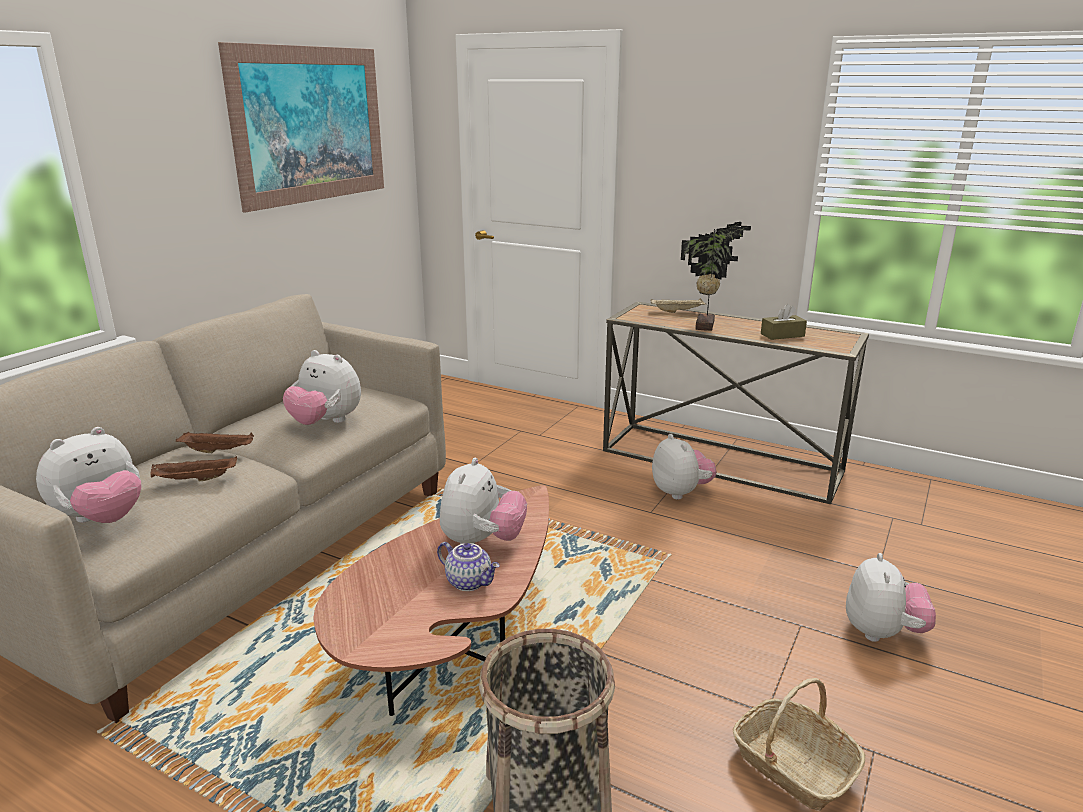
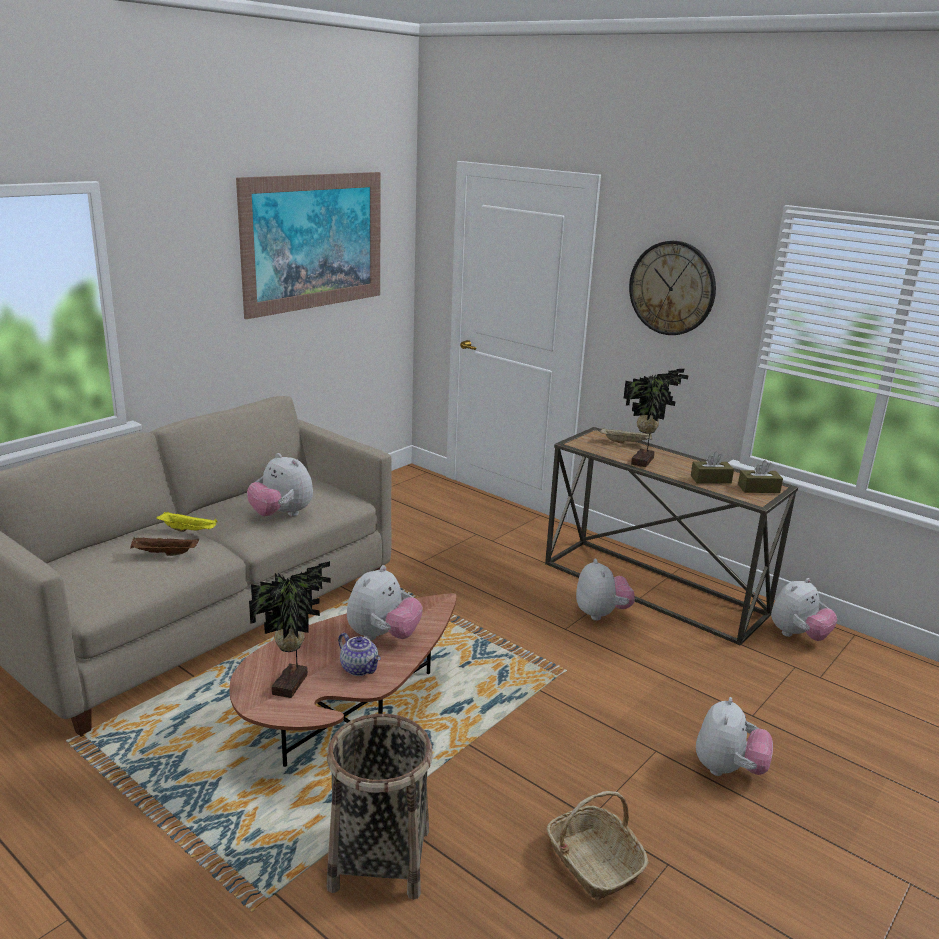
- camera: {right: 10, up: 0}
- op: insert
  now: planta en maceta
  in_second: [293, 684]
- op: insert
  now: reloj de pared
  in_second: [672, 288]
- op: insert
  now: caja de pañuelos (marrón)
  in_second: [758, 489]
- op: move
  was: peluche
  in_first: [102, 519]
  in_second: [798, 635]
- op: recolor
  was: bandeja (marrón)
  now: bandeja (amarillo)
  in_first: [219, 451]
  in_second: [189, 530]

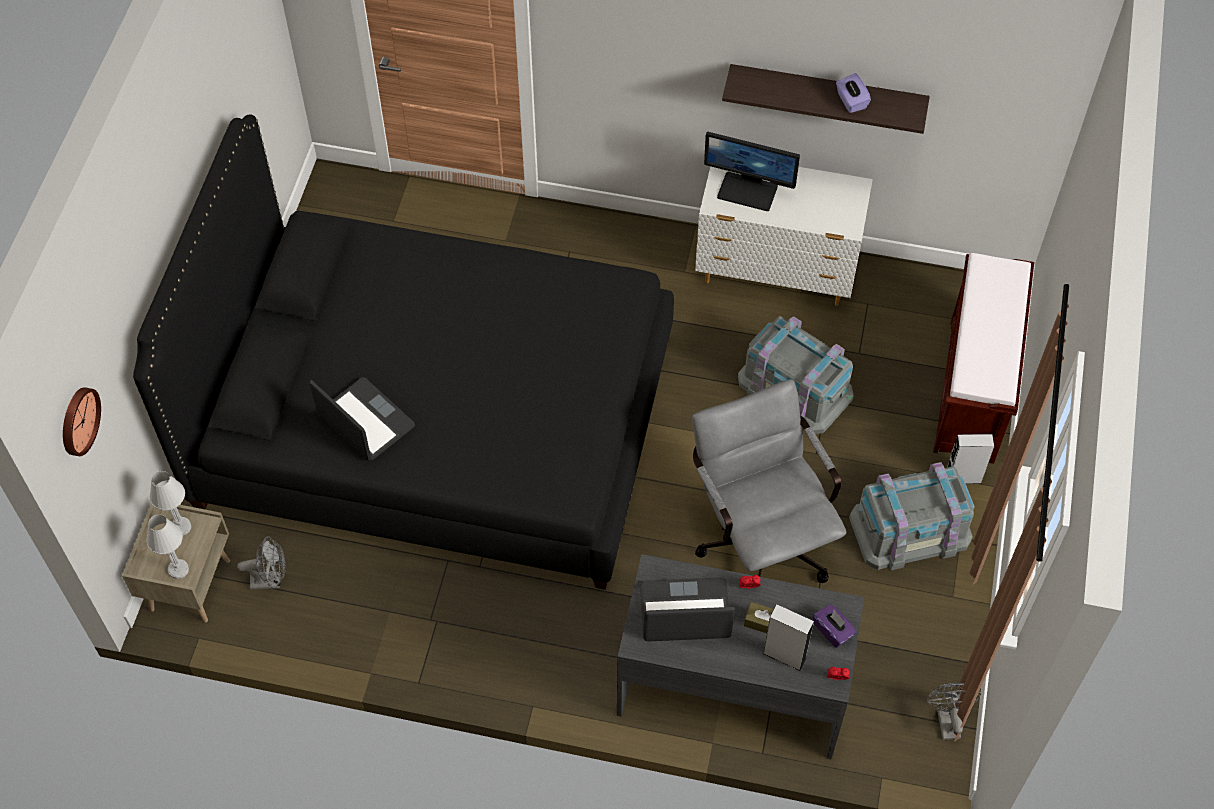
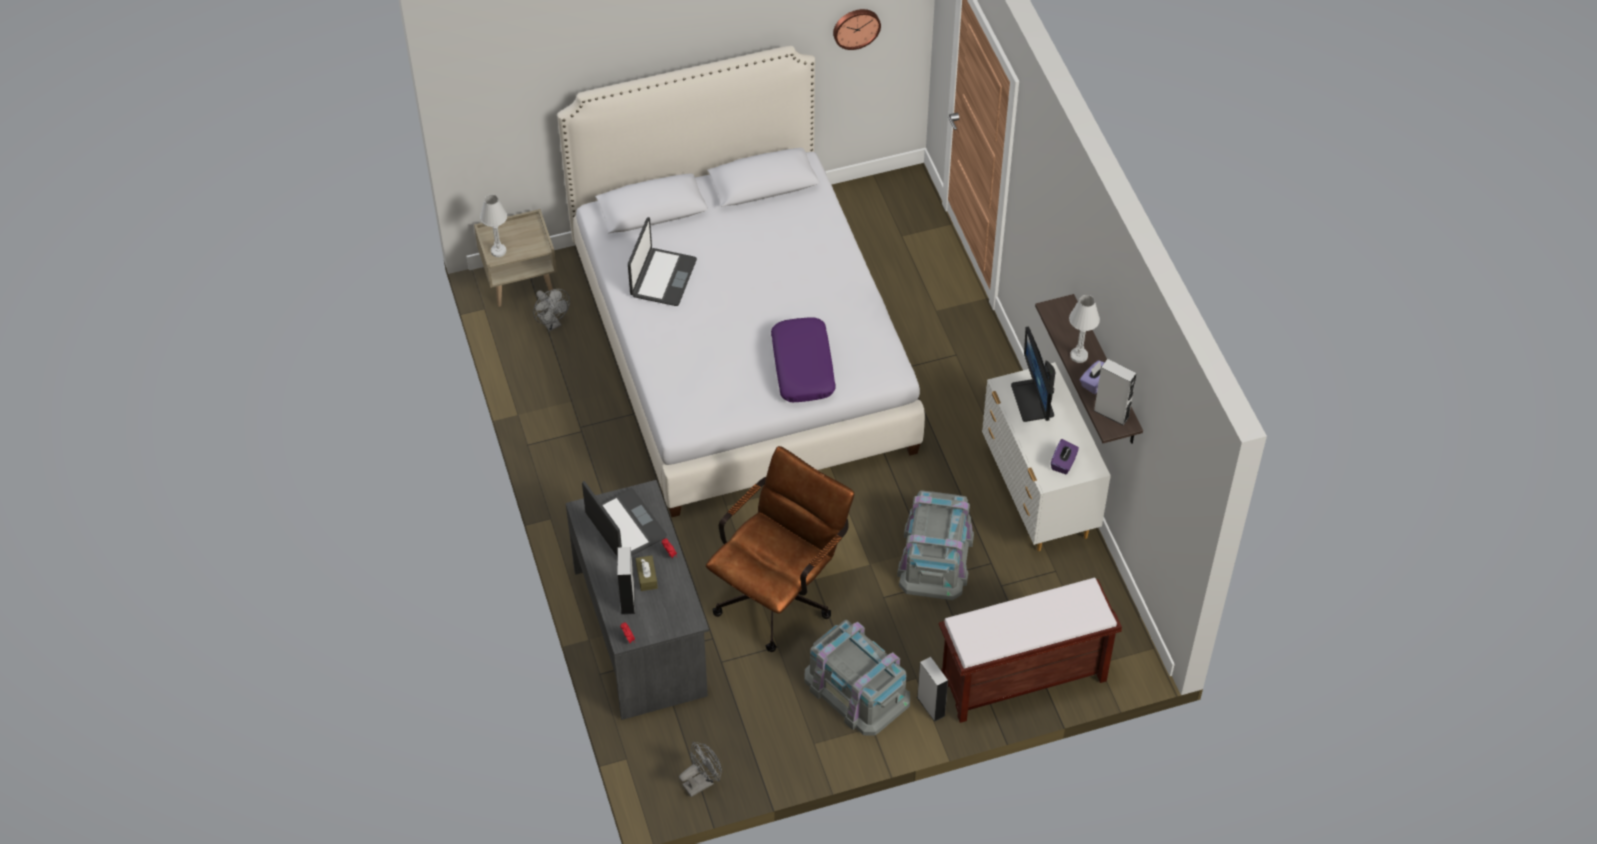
- camera: {right: 60, up: -5}
- op: insert
  now: cojín (morado)
  in_second: [803, 367]
- op: insert
  now: altavoz (gris)
  in_second: [1111, 413]
- op: move
  was: reloj de pared
  in_first: [78, 421]
  in_second: [856, 27]
- op: move
  was: lámpara de mesa (blanco)
  in_first: [181, 527]
  in_second: [1079, 356]
- op: move
  was: caja de pañuelos (morado)
  in_first: [833, 631]
  in_second: [1063, 463]
- op: recolor
  was: cama (negro)
  now: cama (blanco)
  in_first: [434, 423]
  in_second: [741, 349]
- op: recolor
  was: silla de oficina (gris)
  now: silla de oficina (marrón)
  in_first: [759, 538]
  in_second: [780, 593]

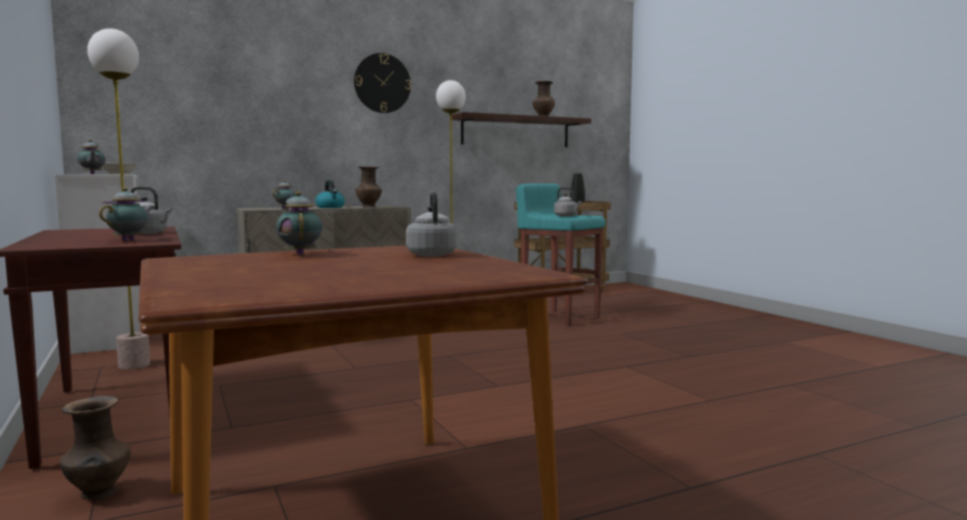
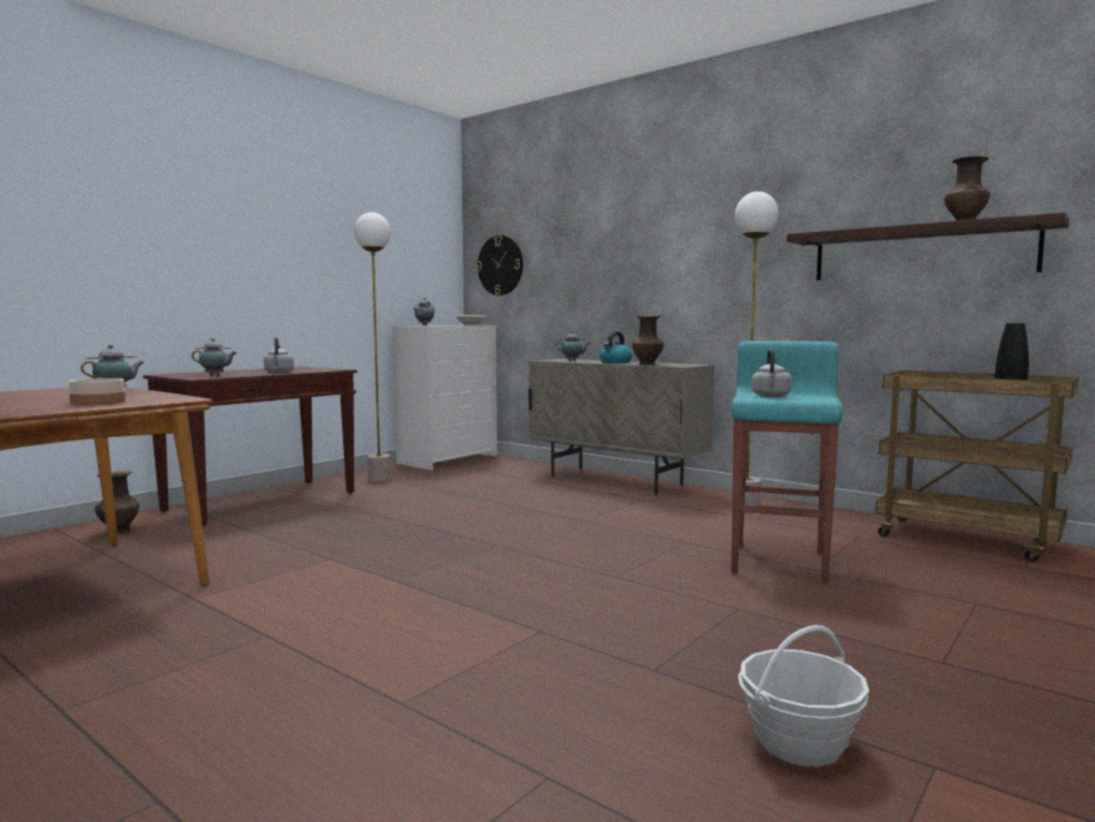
- camera: {right: 65, up: 0}
- op: insert
  now: cesta
  in_second: [799, 742]
- op: move
  was: reloj de pared
  in_first: [382, 83]
  in_second: [500, 265]
- op: replace
  was: hervidor (gris)
  now: cuenco
  in_first: [431, 254]
  in_second: [99, 402]

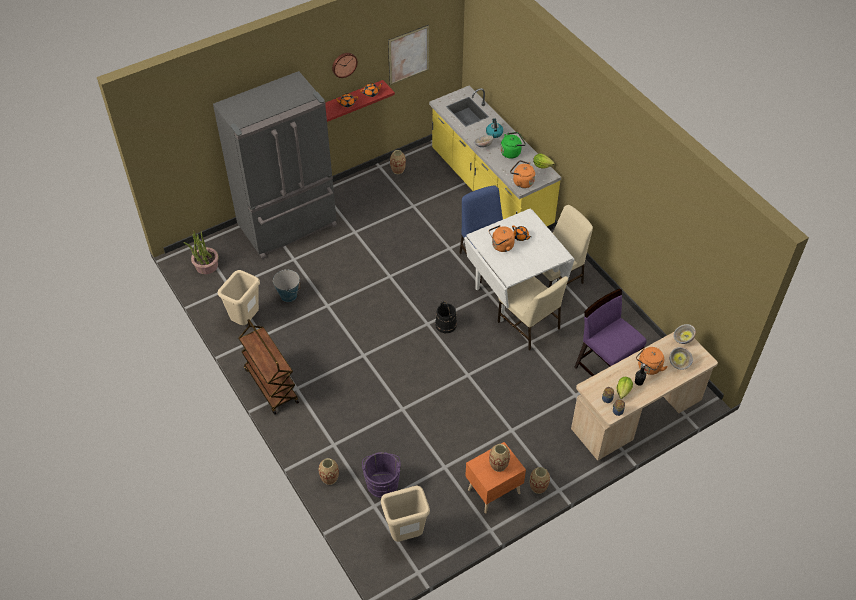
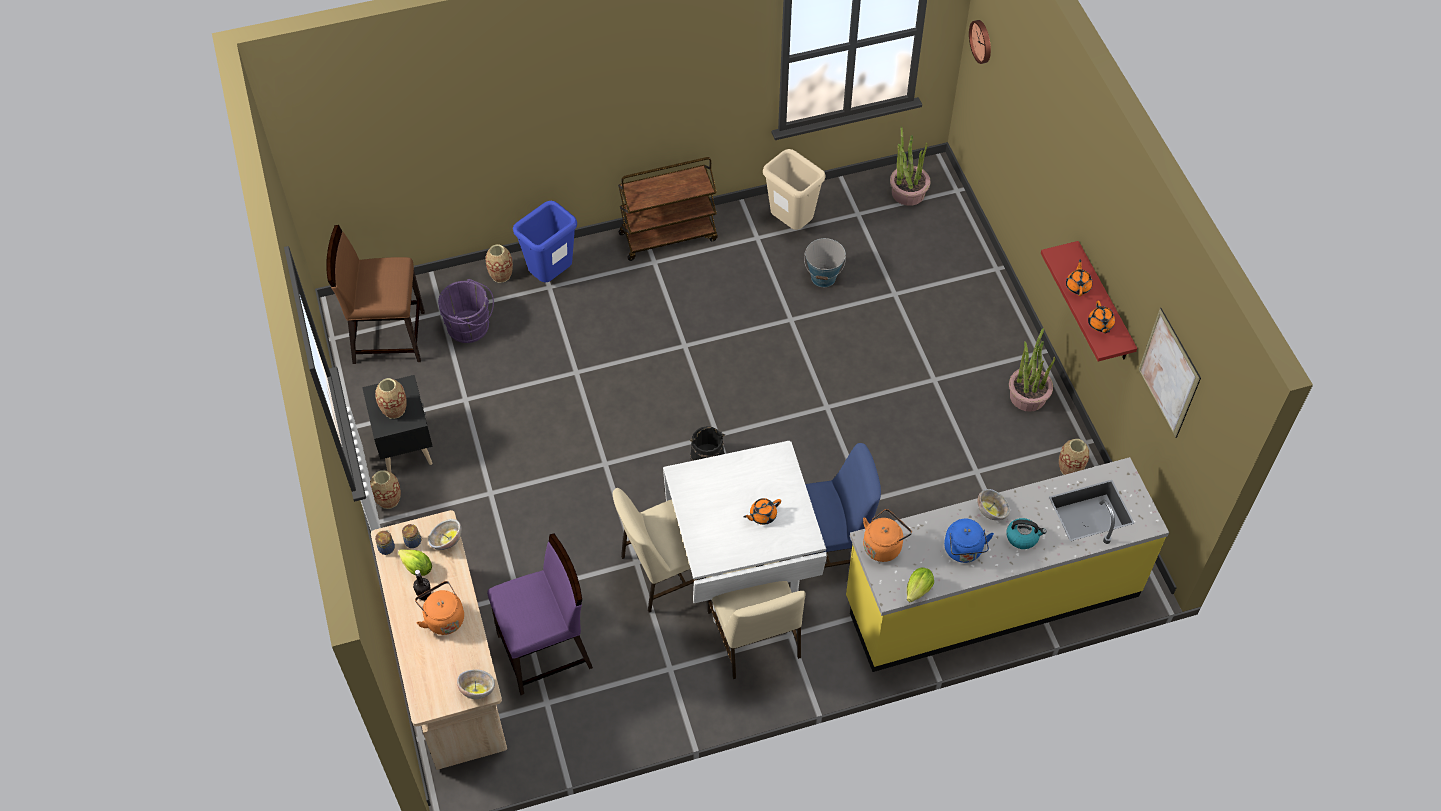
- camera: {right: 105, up: 5}
- op: delete
  was: nevera (gris)
  in_first: [289, 227]
- op: delete
  was: hervidor (naranja)
  in_first: [501, 246]
- op: insert
  now: papelera (azul)
  in_second: [552, 275]
- op: insert
  now: planta en maceta
  in_second: [1027, 396]
- op: move
  was: reloj de pared
  in_first: [344, 64]
  in_second: [982, 41]
- op: move
  was: cuenco
  in_first: [679, 363]
  in_second: [446, 541]
- op: replace
  was: papelera (beis)
  now: silla (marrón)
  in_first: [405, 534]
  in_second: [388, 336]
- op: recolor
  was: mesita de noche (naranja)
  now: mesita de noche (negro)
  in_first: [492, 491]
  in_second: [406, 444]
- op: recolor
  was: hervidor (verde)
  now: hervidor (azul)
  in_first: [511, 152]
  in_second: [964, 551]

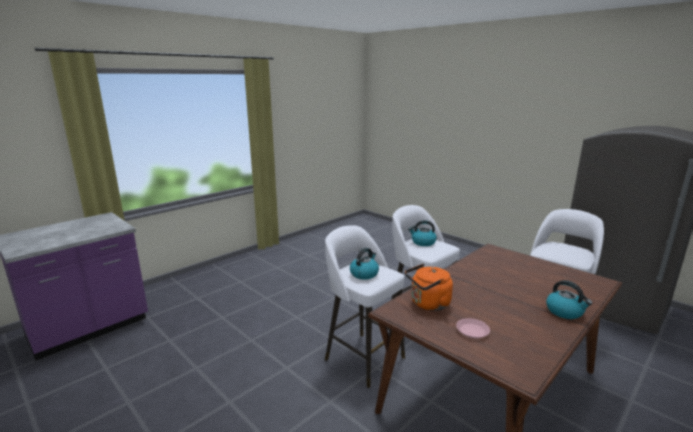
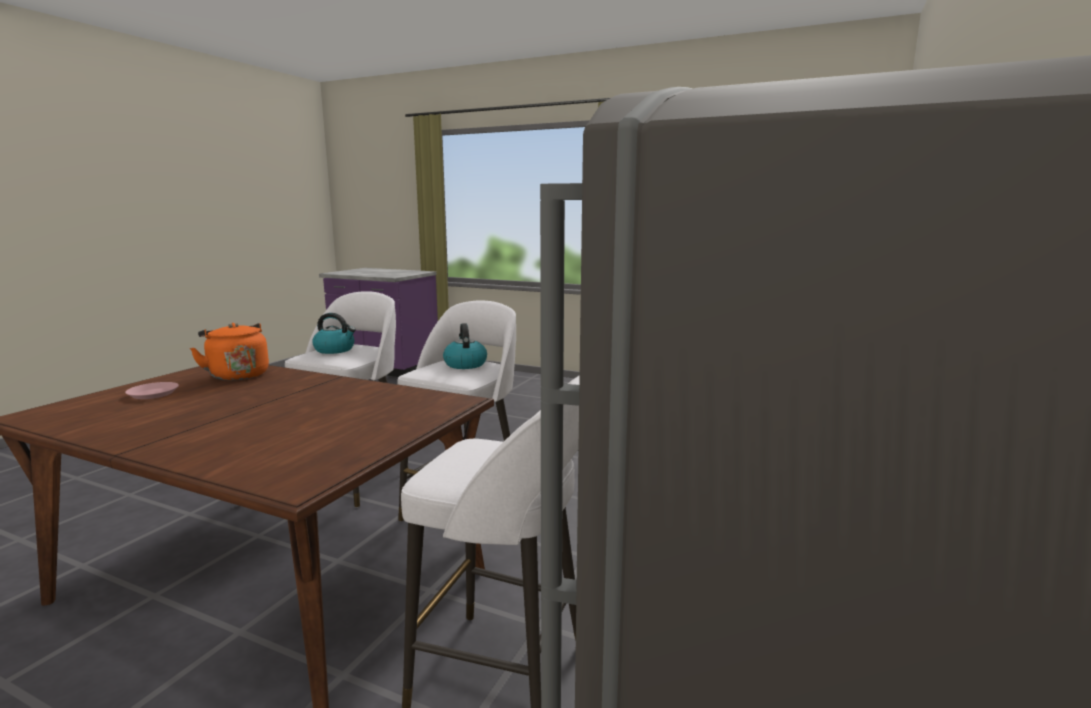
- camera: {right: 70, up: -5}
- op: delete
  was: hervidor
  in_first: [565, 312]

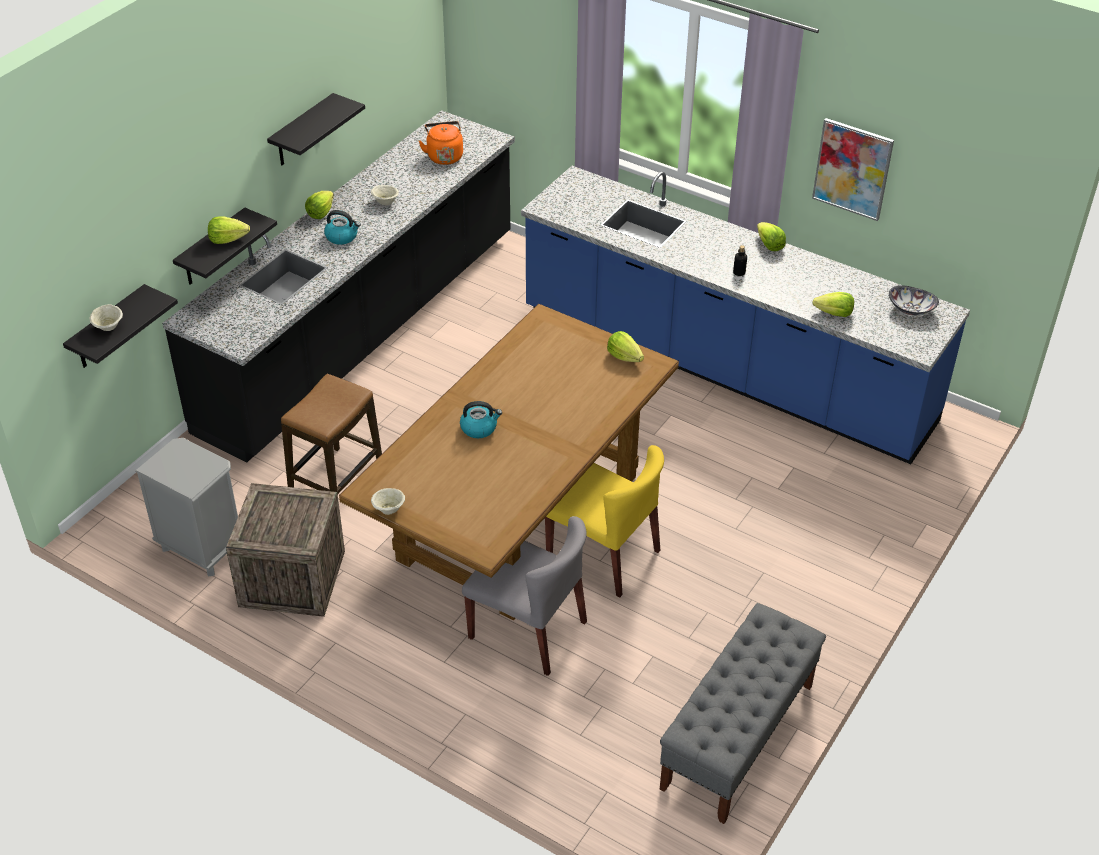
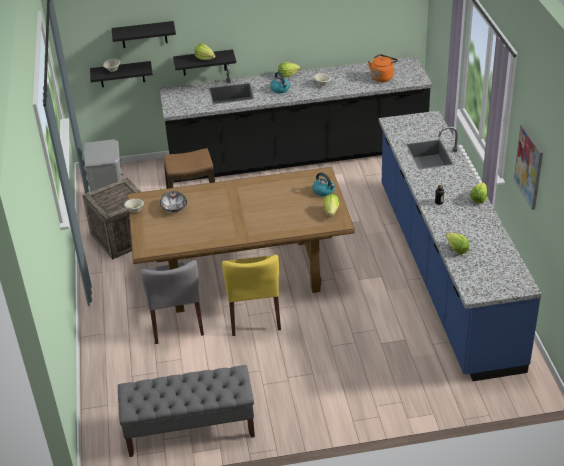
- camera: {right: 50, up: -5}
- op: move
  was: estante (negro)
  in_first: [302, 131]
  in_second: [144, 34]
- op: move
  was: hervidor
  in_first: [479, 428]
  in_second: [324, 191]
- op: move
  was: cuenco
  in_first: [911, 309]
  in_second: [174, 208]

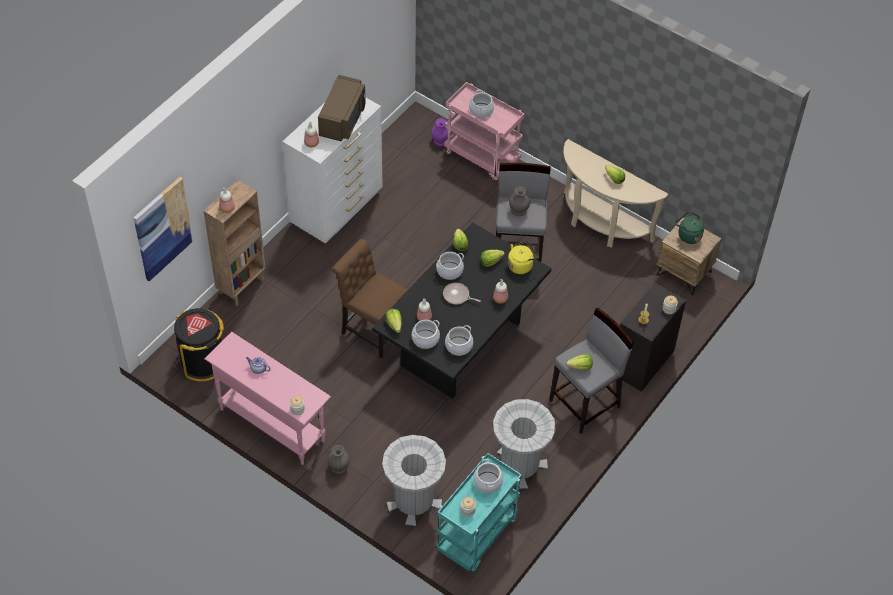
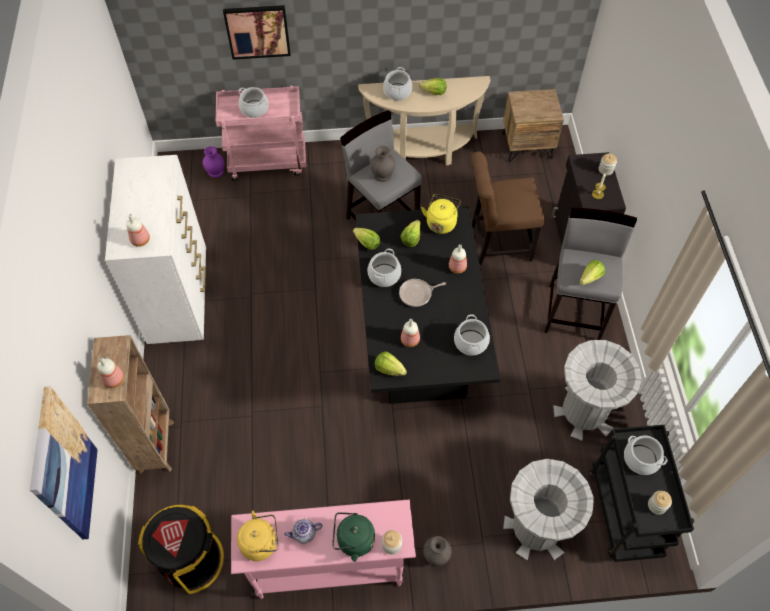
- camera: {right: -40, up: 5}
- op: delete
  was: microondas (marrón)
  in_first: [343, 119]
- op: insert
  now: cuadro
  in_second: [257, 31]
- op: insert
  now: hervidor (amarillo)
  in_second: [261, 543]
- op: move
  was: silla (marrón)
  in_first: [372, 329]
  in_second: [496, 243]
- op: move
  was: olla
  in_first: [425, 339]
  in_second: [397, 92]
- op: move
  was: hervidor (verde)
  in_first: [688, 235]
  in_second: [353, 540]
- op: recolor
  was: carrito (turquesa)
  now: carrito (negro)
  in_first: [477, 537]
  in_second: [625, 514]

